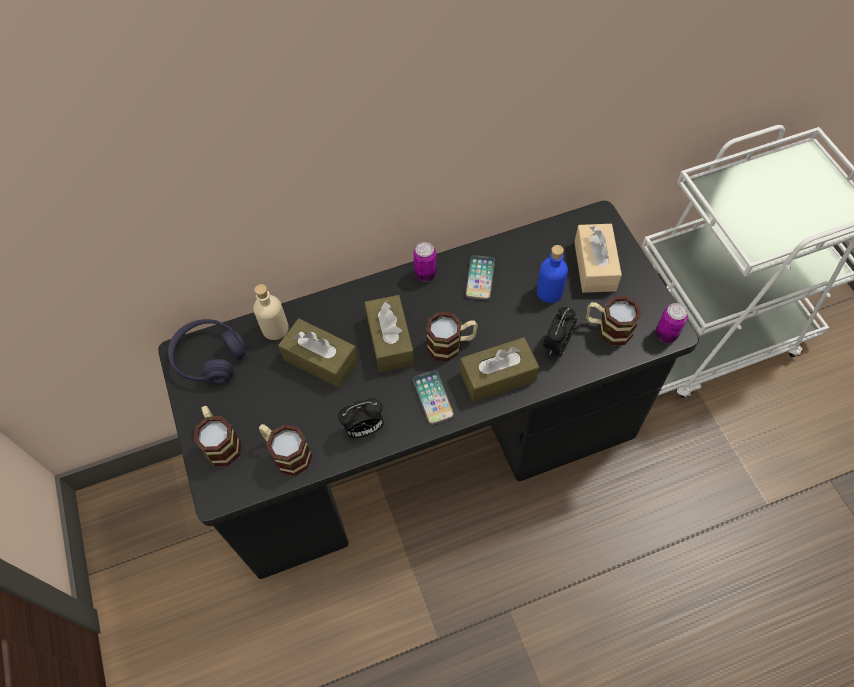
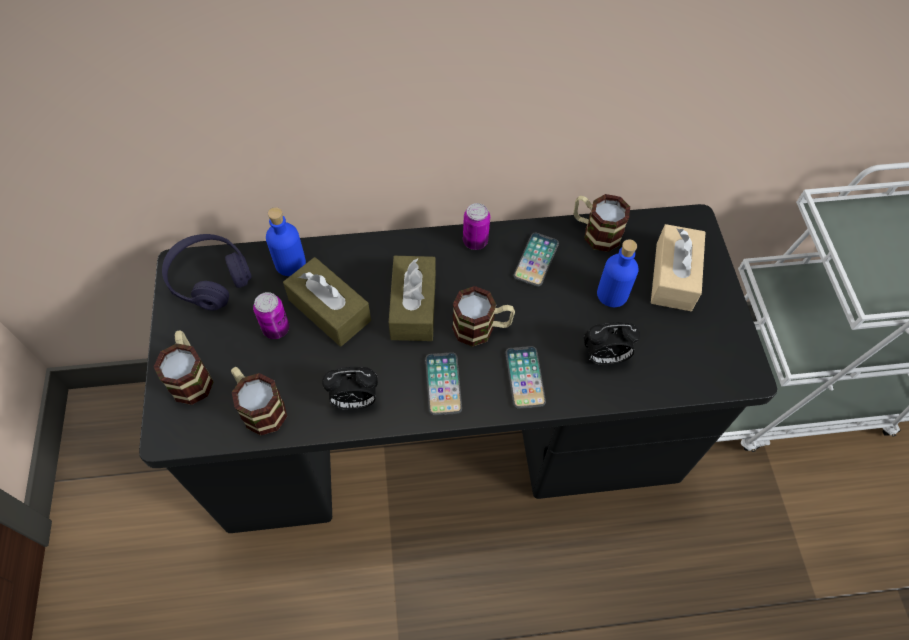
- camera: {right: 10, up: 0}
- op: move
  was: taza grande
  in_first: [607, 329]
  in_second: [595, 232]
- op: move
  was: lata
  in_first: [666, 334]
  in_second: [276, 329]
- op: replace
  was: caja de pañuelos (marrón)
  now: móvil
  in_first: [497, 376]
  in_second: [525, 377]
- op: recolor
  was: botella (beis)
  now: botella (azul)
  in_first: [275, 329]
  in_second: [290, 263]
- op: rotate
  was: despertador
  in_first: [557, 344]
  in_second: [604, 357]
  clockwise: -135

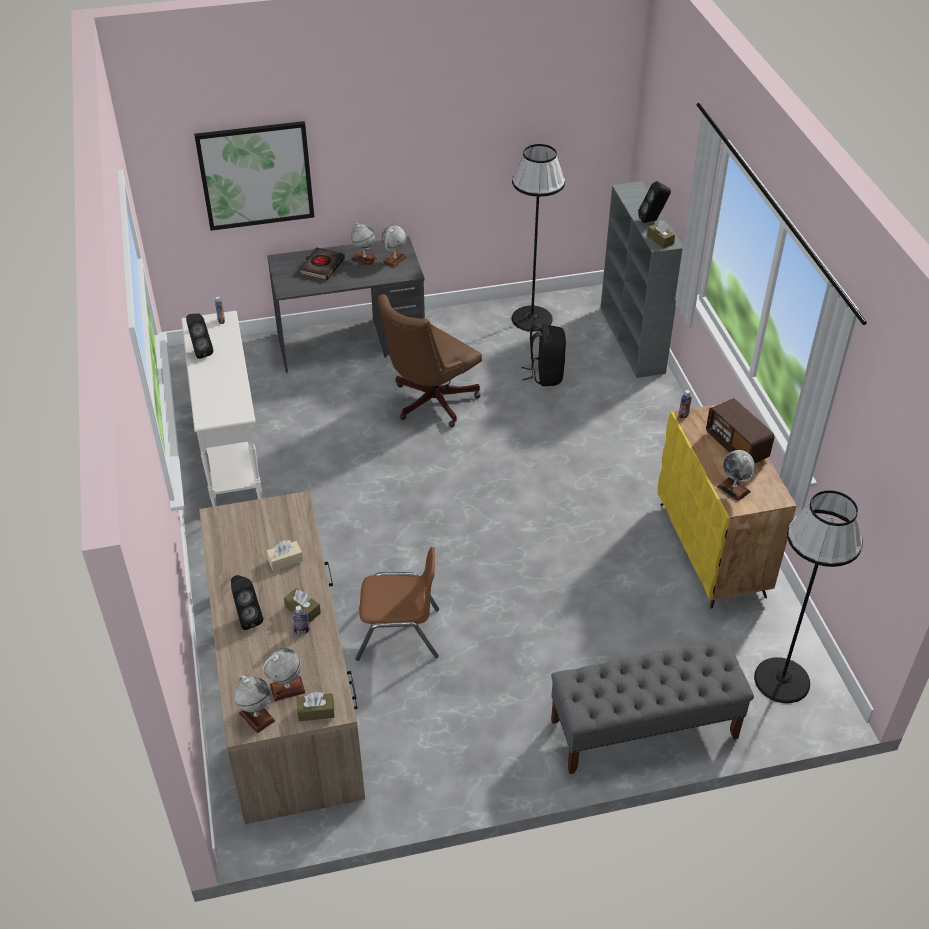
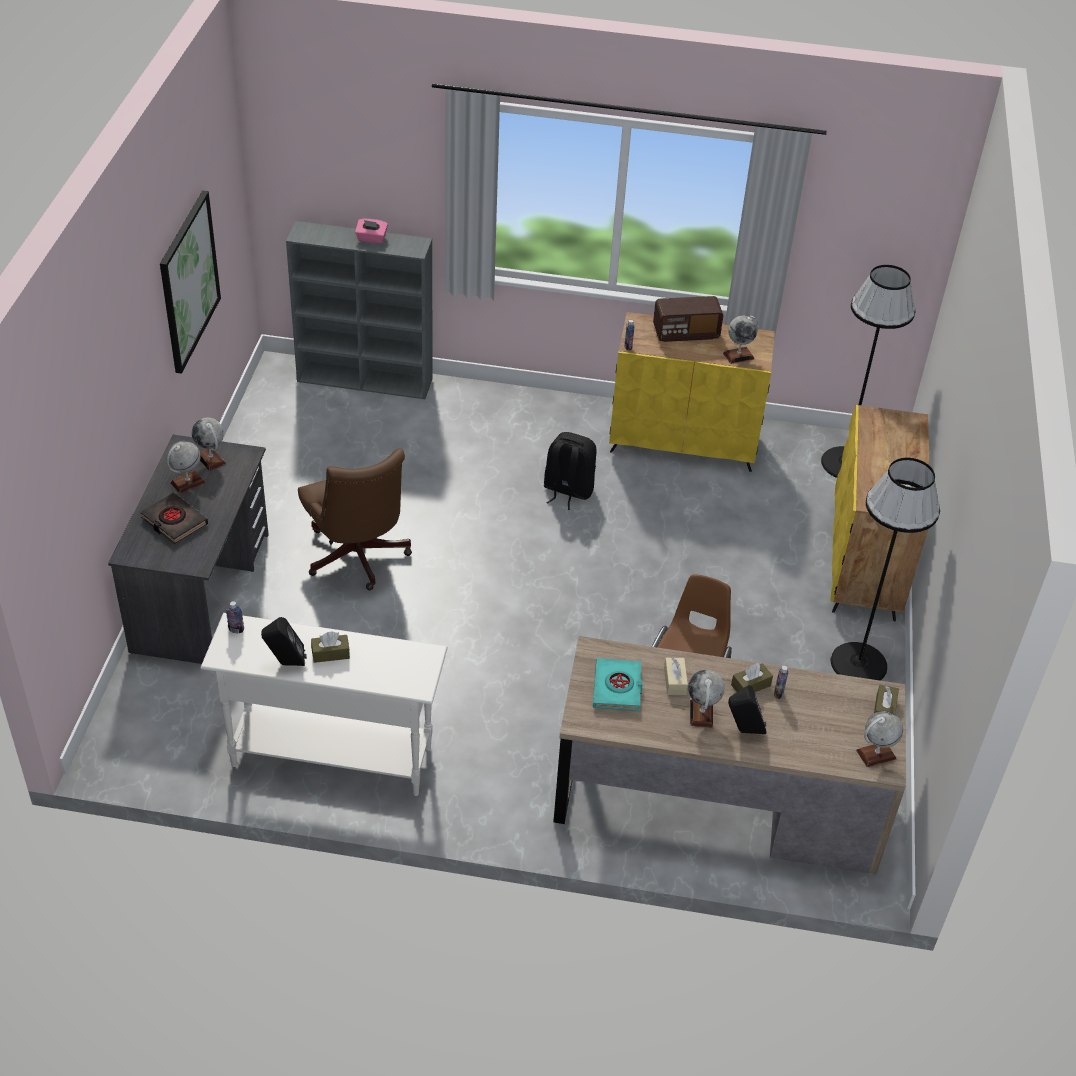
- camera: {right: -70, up: 0}
- op: insert
  now: libro (turquesa)
  in_second: [617, 688]
- op: move
  was: cuadro
  in_first: [256, 175]
  in_second: [188, 281]
- op: move
  was: globo terráqueo
  in_first: [287, 688]
  in_second: [701, 713]
- op: move
  was: lámpara de pie (negro)
  in_first: [532, 318]
  in_second: [858, 663]
- op: move
  was: mochila (negro)
  in_first: [545, 375]
  in_second: [567, 490]
- op: move
  was: caja de pañuelos (marrón)
  in_first: [660, 240]
  in_second: [330, 653]
- op: replace
  was: banco (gris)
  now: armario (amarillo)
  in_first: [643, 729]
  in_second: [865, 563]
- op: replace
  was: altavoz (negro)
  now: caja de pañuelos (rosa)
  in_first: [652, 220]
  in_second: [371, 239]

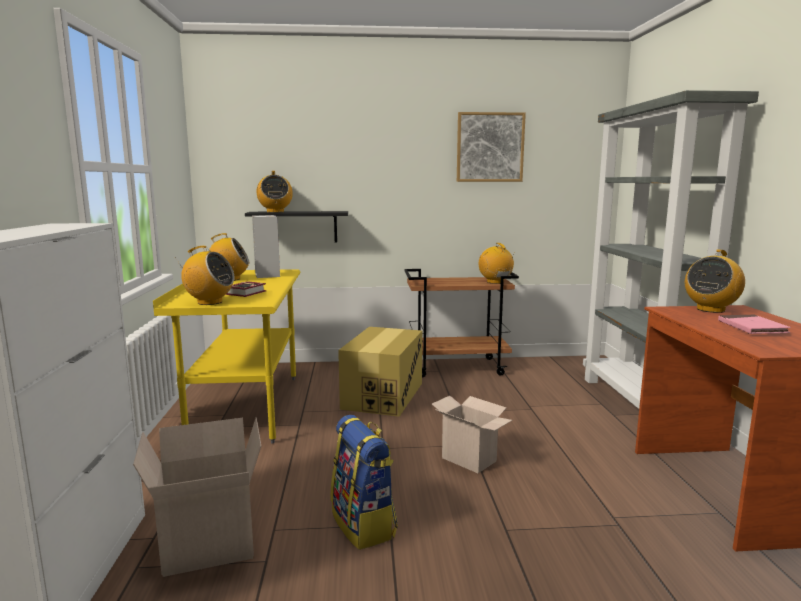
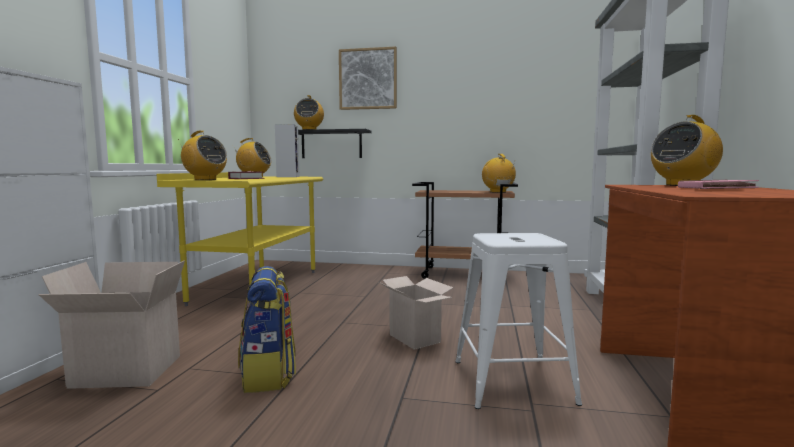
- camera: {right: 15, up: -5}
- op: delete
  was: caja de cartón
  in_first: [383, 395]
- op: insert
  now: taburete (blanco)
  in_second: [513, 382]
- op: move
  was: cuadro
  in_first: [490, 147]
  in_second: [368, 79]

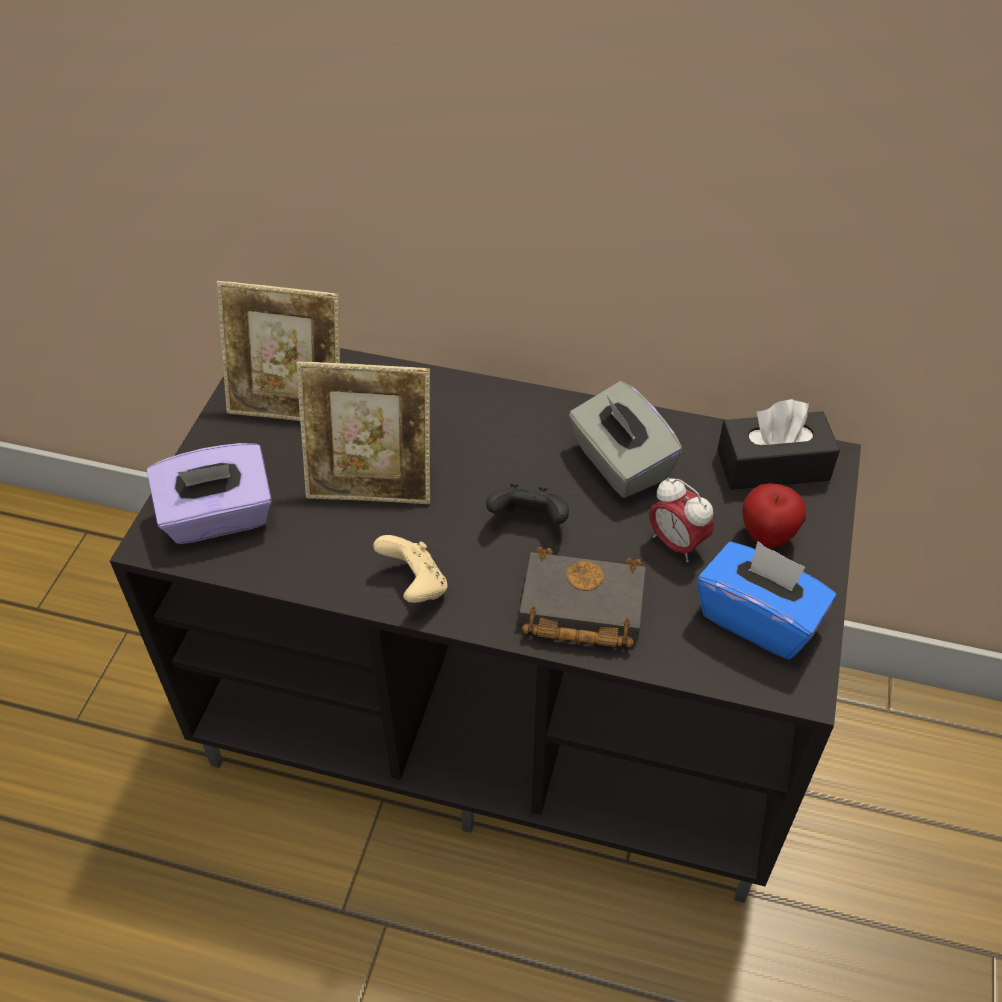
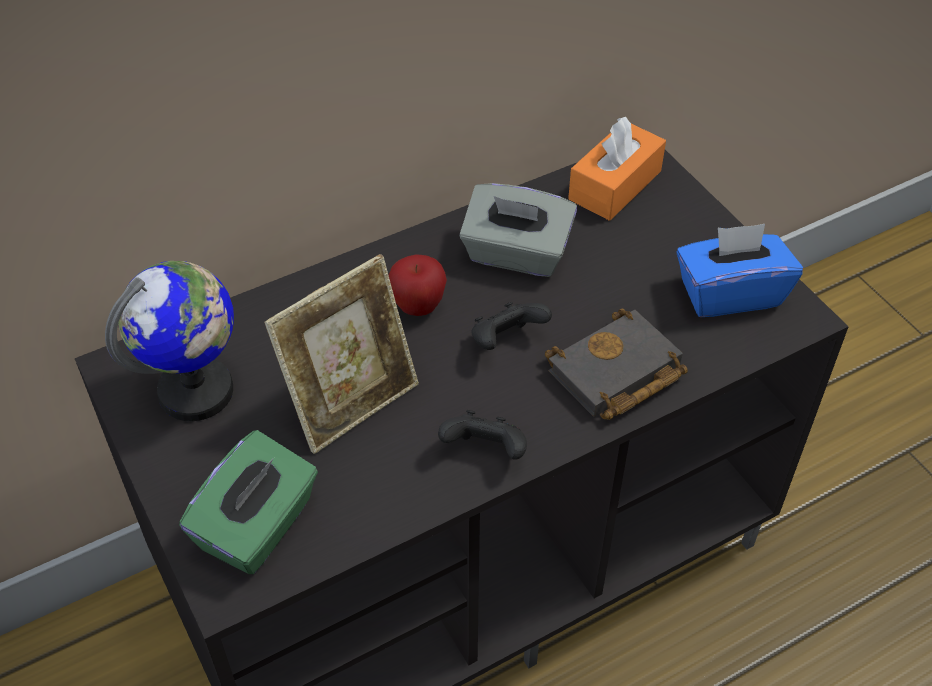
- camera: {right: -45, up: 0}
- op: delete
  was: despertador
  in_first: [676, 544]
- op: move
  was: manzana
  in_first: [767, 536]
  in_second: [418, 307]
- op: replace
  was: portarretratos
  now: globo terráqueo
  in_first: [290, 404]
  in_second: [197, 392]
- op: recolor
  was: caja de pañuelos (morado)
  now: caja de pañuelos (verde)
  in_first: [219, 518]
  in_second: [258, 527]
- op: recolor
  was: mando de consola (beis)
  now: mando de consola (negro)
  in_first: [415, 585]
  in_second: [485, 451]
- op: recolor
  was: caja de pañuelos (negro)
  now: caja de pañuelos (naranja)
  in_first: [773, 465]
  in_second: [615, 185]

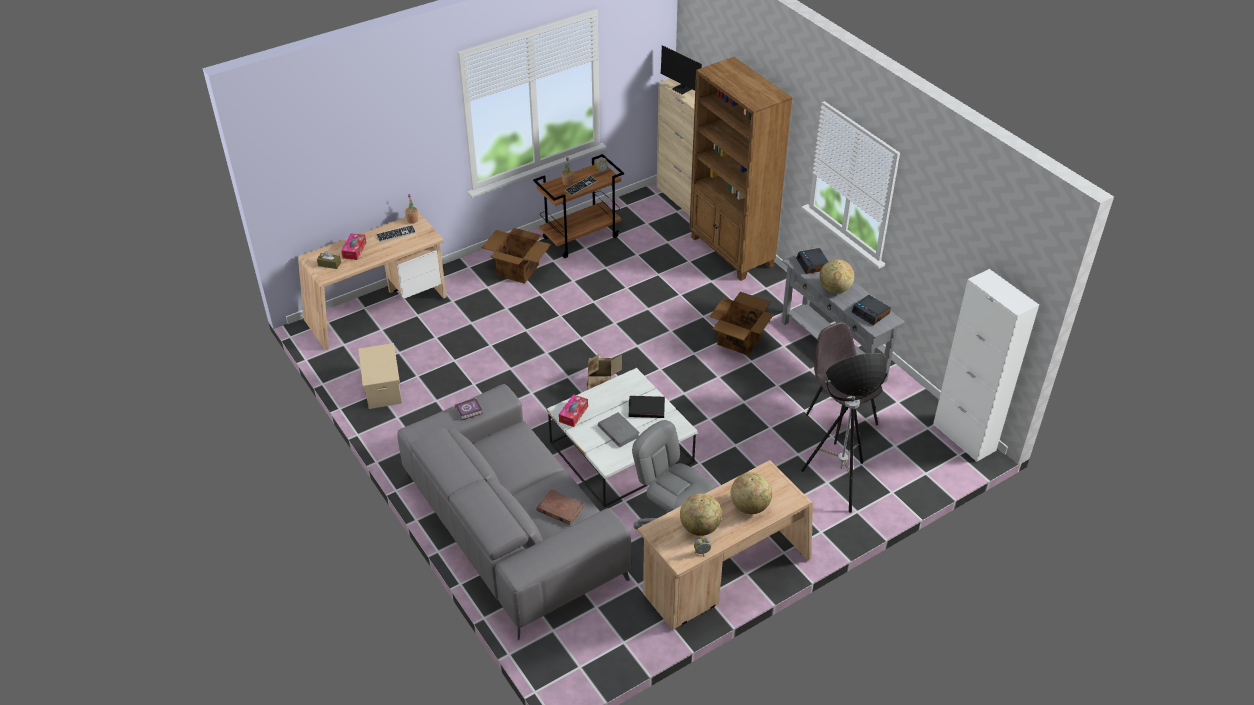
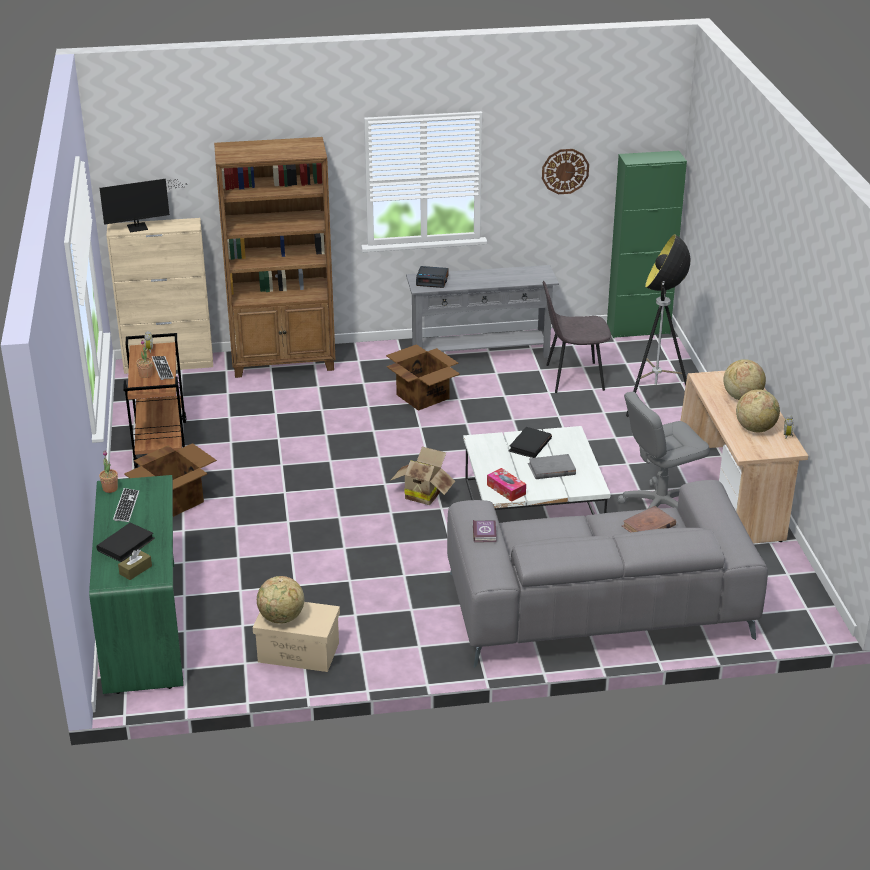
- camera: {right: -65, up: -10}
- op: delete
  was: despertador
  in_first: [871, 313]
- op: insert
  now: reloj de pared
  in_second: [565, 171]
- op: move
  was: globo terráqueo
  in_first: [834, 289]
  in_second: [281, 618]
- op: replace
  was: caja de pañuelos
  now: libro (negro)
  in_first: [354, 250]
  in_second: [126, 544]
- op: recolor
  was: escritorio (beis)
  now: escritorio (verde)
  in_first: [378, 310]
  in_second: [144, 625]
- op: recolor
  was: armario (blanco)
  now: armario (verde)
  in_first: [964, 437]
  in_second: [638, 330]

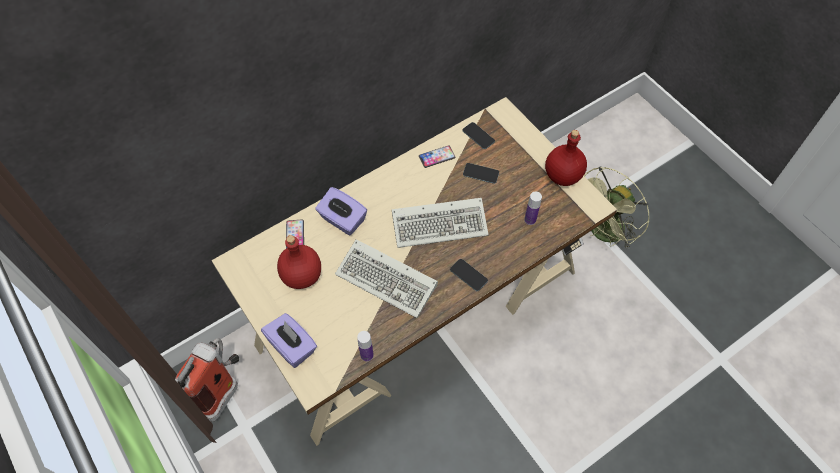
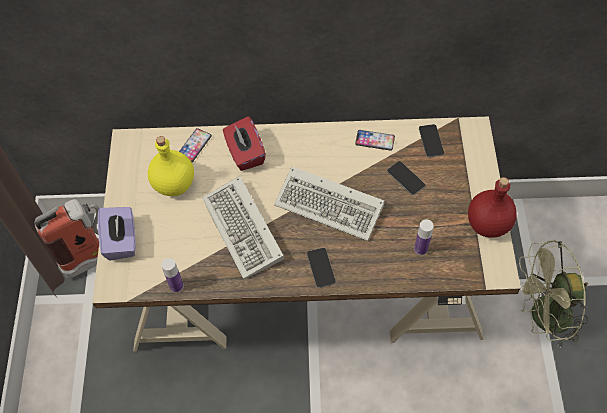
- camera: {right: 35, up: 0}
- op: recolor
  was: botella (rojo)
  now: botella (amarillo)
  in_first: [301, 276]
  in_second: [173, 184]
- op: recolor
  was: caja de pañuelos (morado)
  now: caja de pañuelos (rojo)
  in_first: [342, 220]
  in_second: [245, 153]

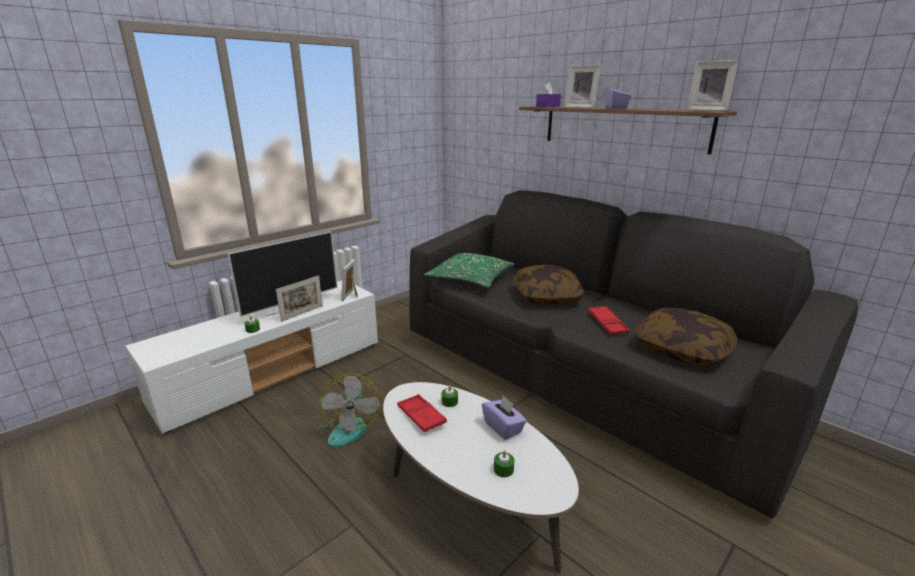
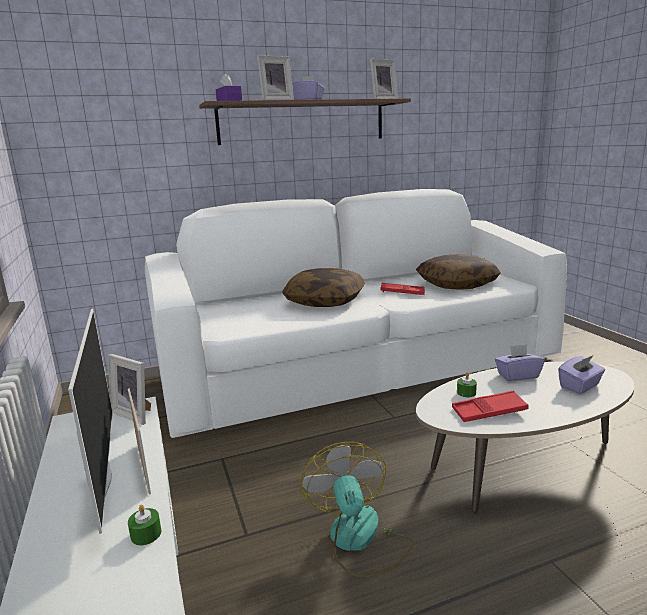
- camera: {right: -65, up: -5}
- op: delete
  was: cojín (verde)
  in_first: [471, 280]
- op: replace
  was: vela (verde)
  now: caja de pañuelos (morado)
  in_first: [503, 469]
  in_second: [580, 386]
- op: recolor
  was: sofá (negro)
  now: sofá (blanco)
  in_first: [579, 376]
  in_second: [362, 368]
- op: rotate
  was: ventilador
  in_first: [349, 427]
  in_second: [359, 540]
  clockwise: -120

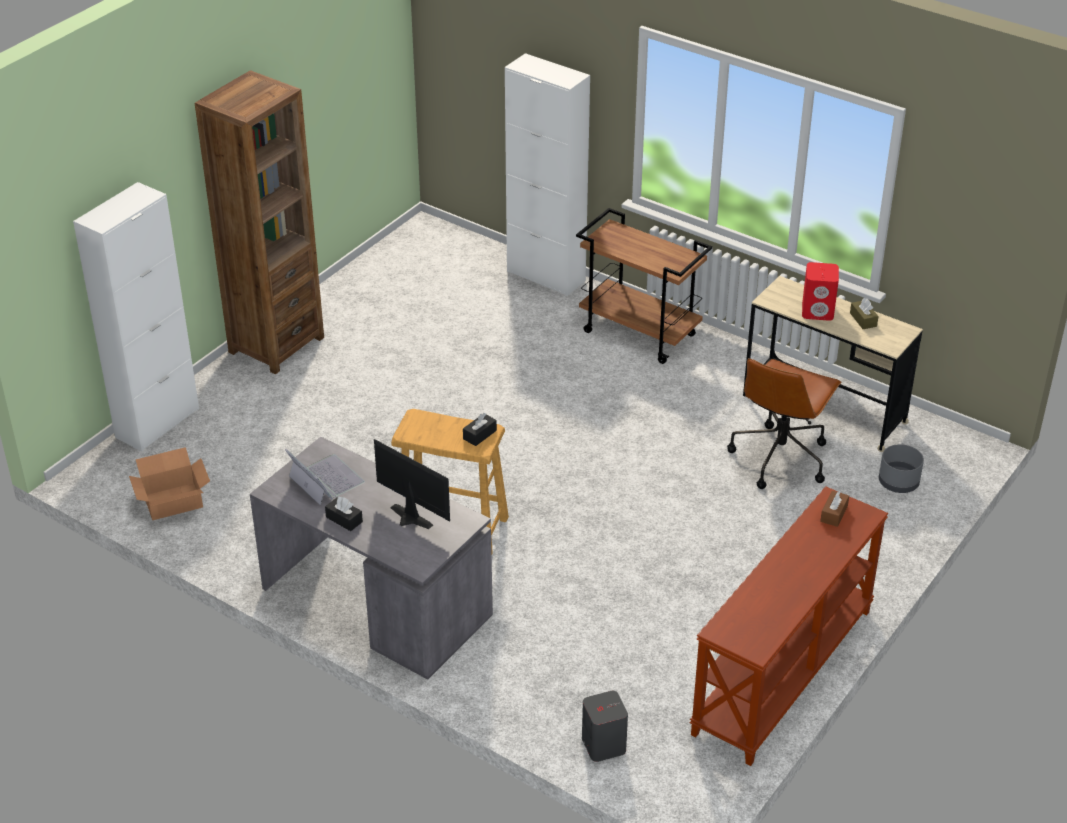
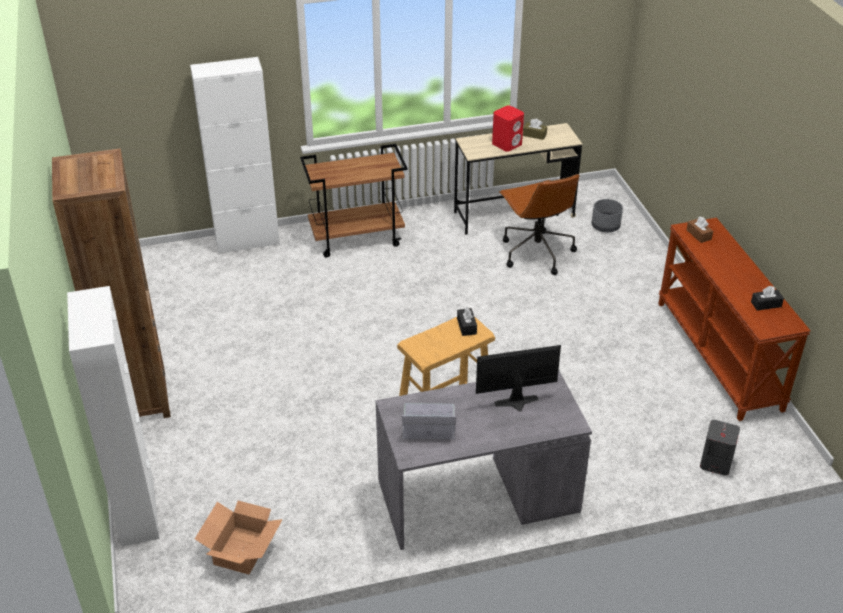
- camera: {right: -50, up: 0}
- op: move
  was: caja de pañuelos (negro)
  in_first: [344, 519]
  in_second: [766, 304]

